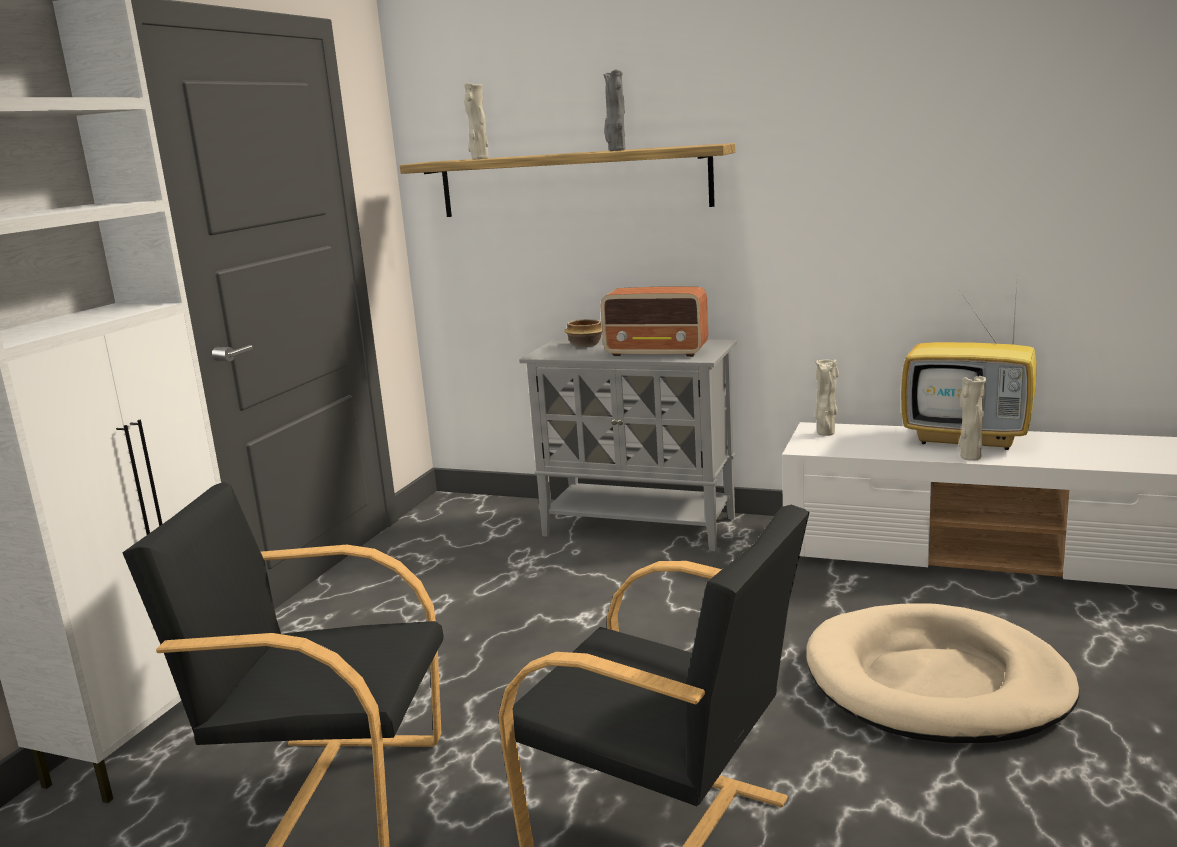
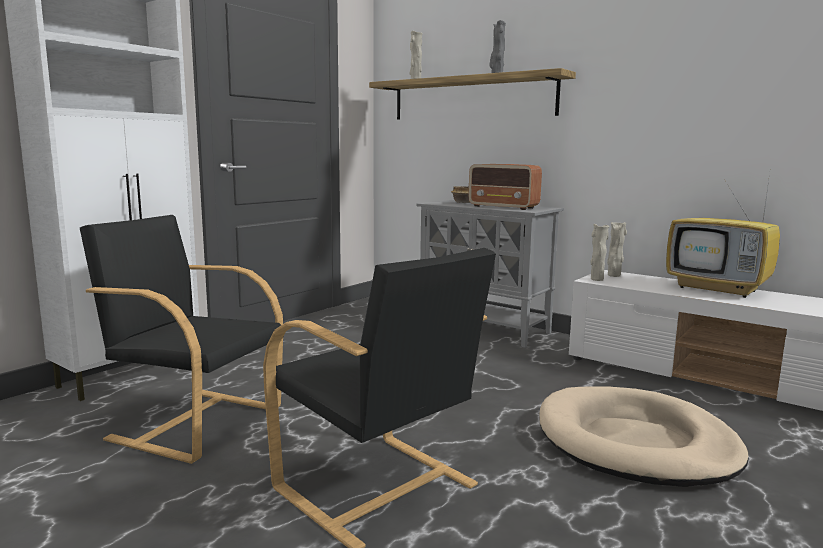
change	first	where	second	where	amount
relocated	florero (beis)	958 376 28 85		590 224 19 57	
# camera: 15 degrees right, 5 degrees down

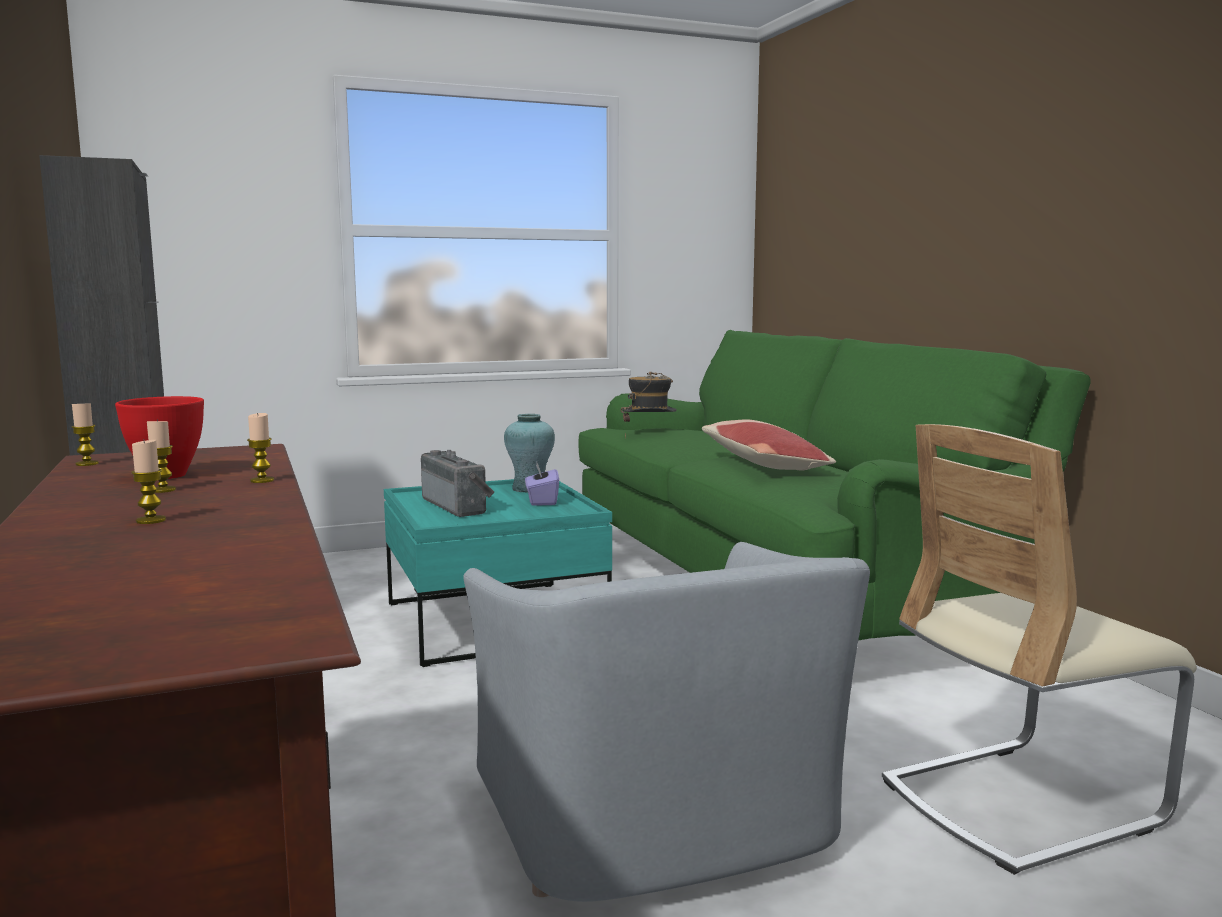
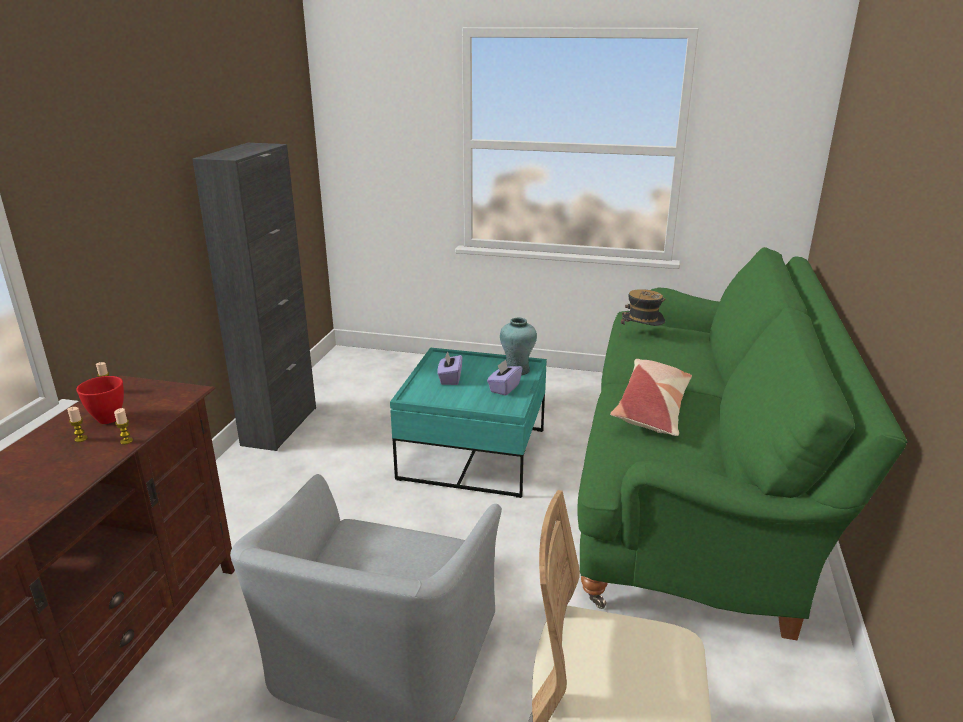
change	first	where	second	where	amount
missing	vela	131 439 35 85			
exchanged	radio	421 450 73 67	caja de pañuelos (morado)	437 351 25 34	
# camera: 35 degrees right, 15 degrees up

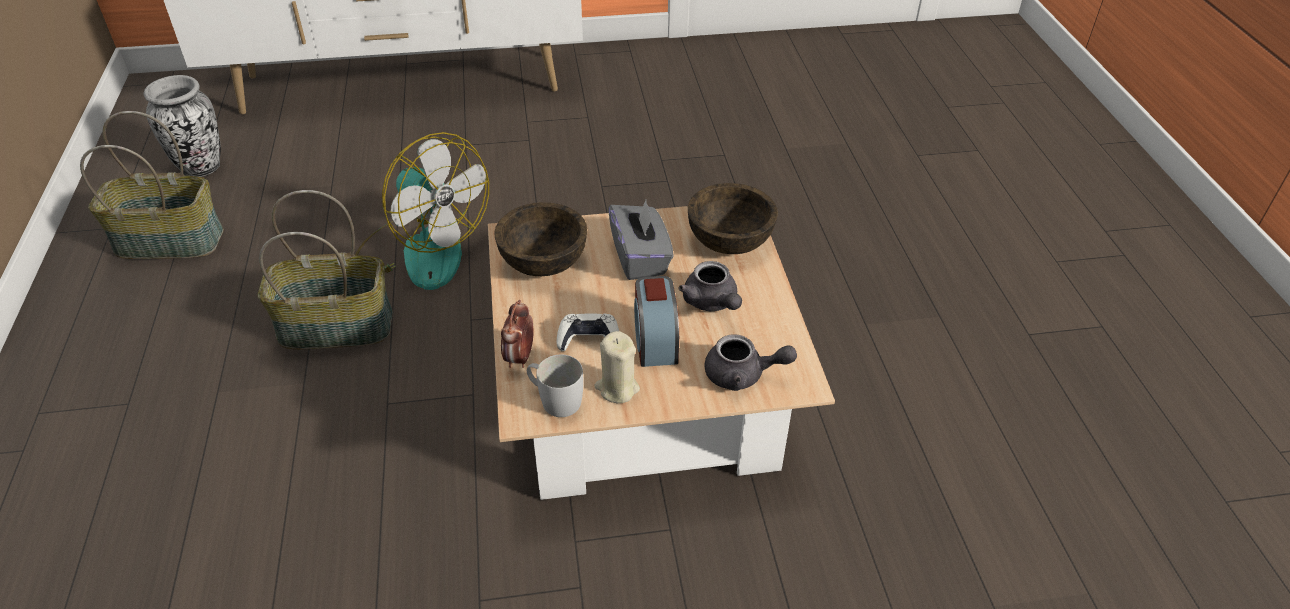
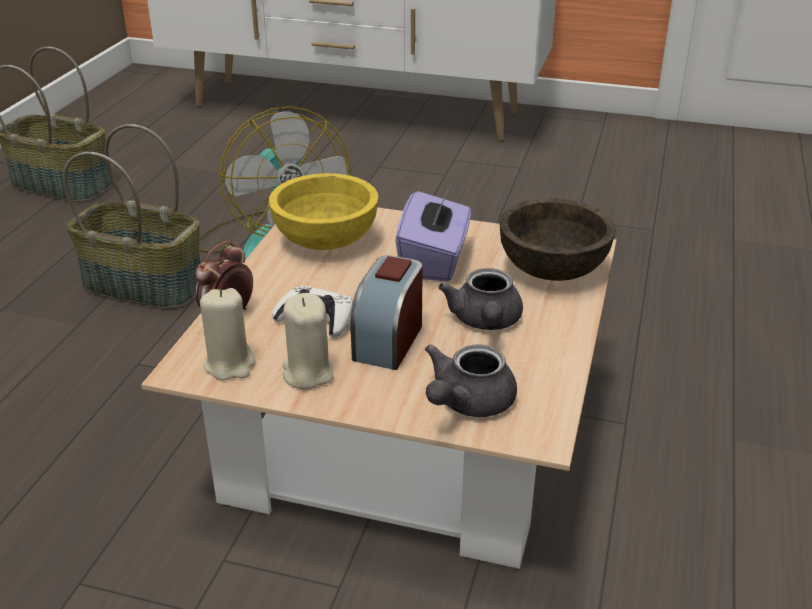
change	first	where	second	where	amount
missing	florero	144 75 77 102			
colour	caja de pañuelos (gris)	608 200 66 80	caja de pañuelos (morado)	396 186 75 96	
colour	cuenco (marrón)	494 202 93 74	cuenco (amarillo)	269 173 109 77	
spun	tetera (gris)	704 334 93 57		425 344 92 73	90 degrees clockwise
exchanged	taza grande (blanco)	527 355 56 62	vela (beis)	200 288 55 93	
# camera: 25 degrees right, 10 degrees down

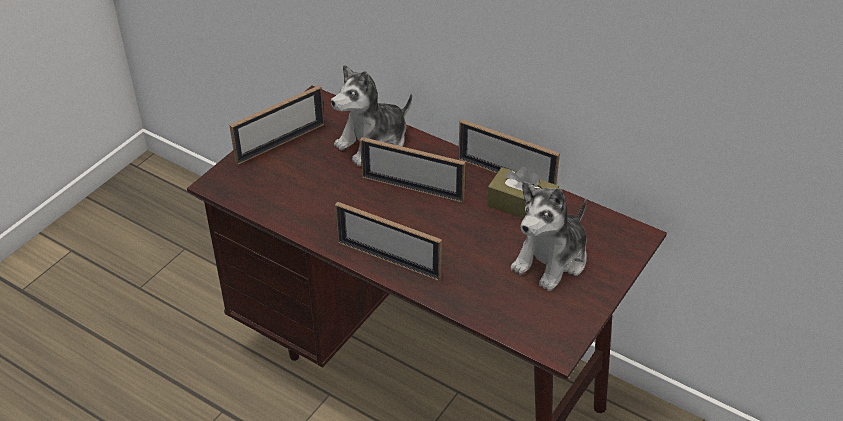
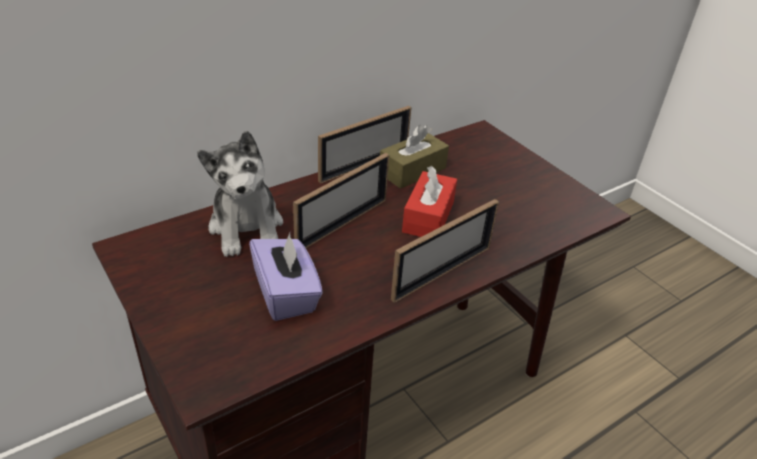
change	first	where	second	where	amount
missing	portarretratos	229 85 96 80			
missing	peluche	510 182 77 109			
appeared			caja de pañuelos (rojo)	402 166 55 71	
appeared			caja de pañuelos (morado)	249 233 74 88	
# camera: 70 degrees left, 5 degrees down

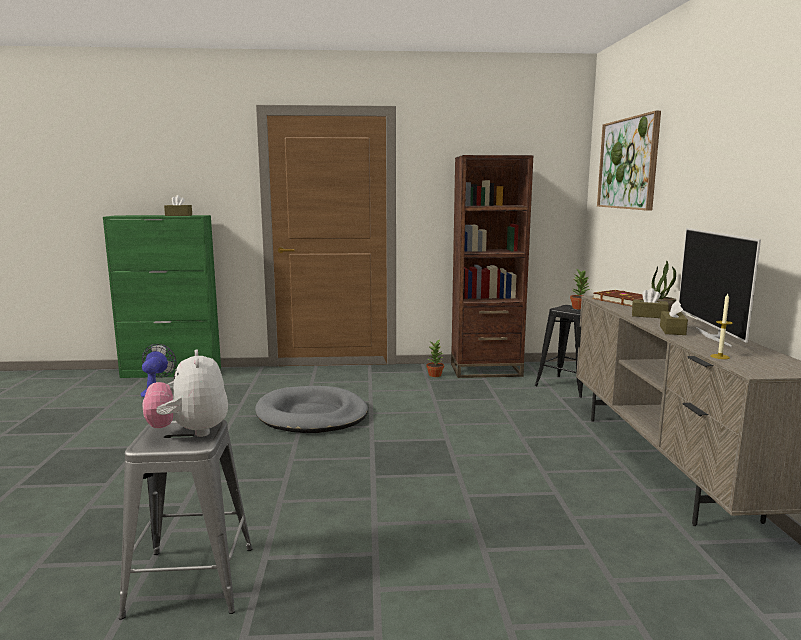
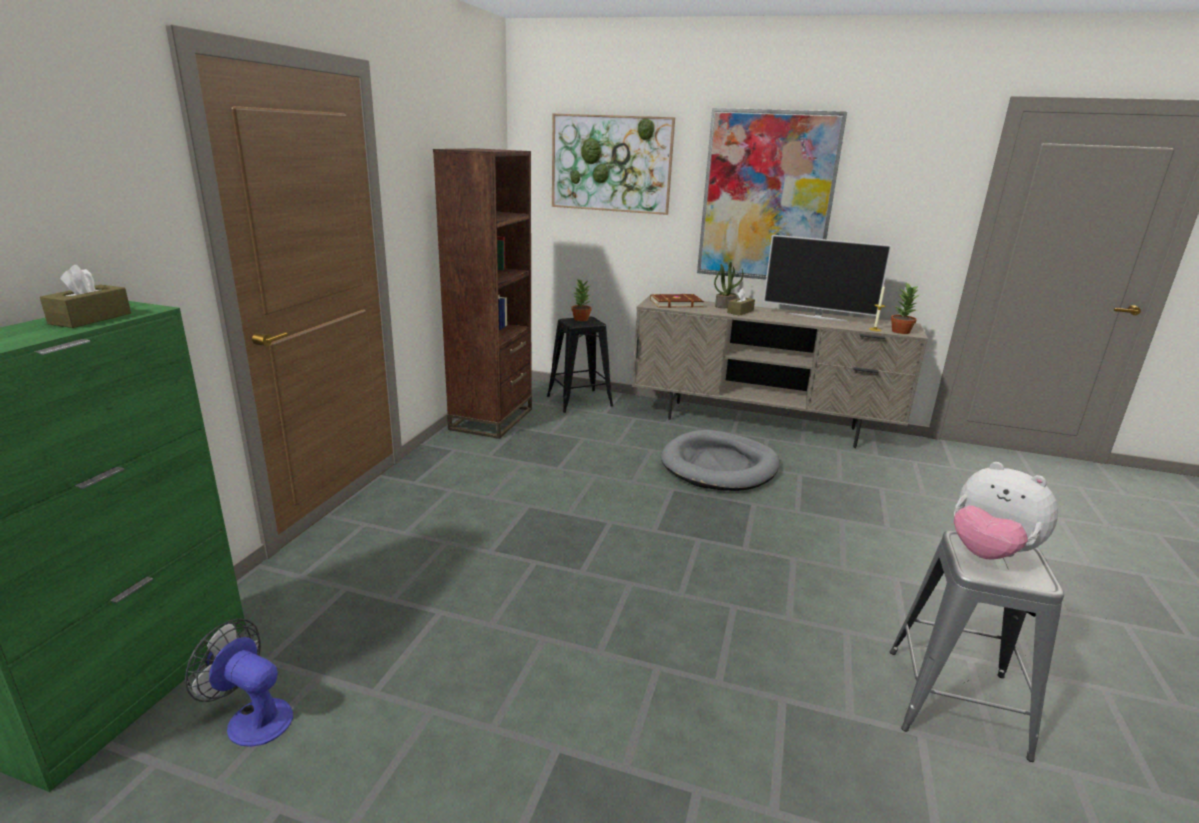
change	first	where	second	where	amount
missing	caja de pañuelos (marrón)	660 300 28 35			
relocated	planta en maceta	426 340 18 37		891 282 28 52	
spun	peluche	143 350 85 87		954 462 104 98	45 degrees clockwise
relocated	cama para perro (gris)	255 386 113 47		661 430 118 61	
appeared			cuadro	697 108 150 172	
# camera: 70 degrees left, 10 degrees up

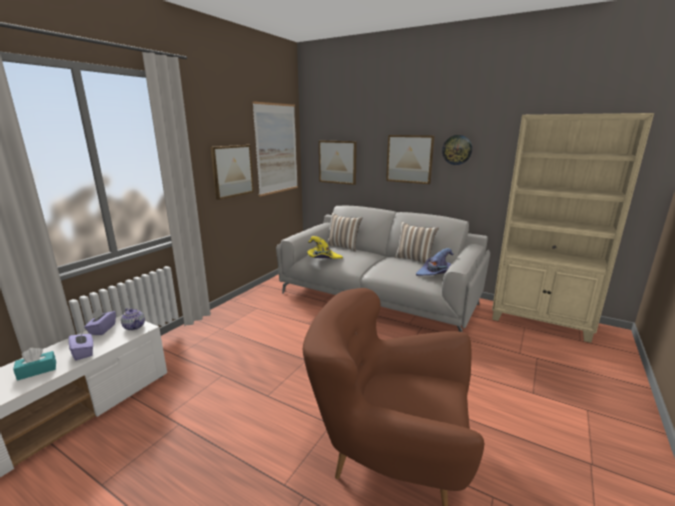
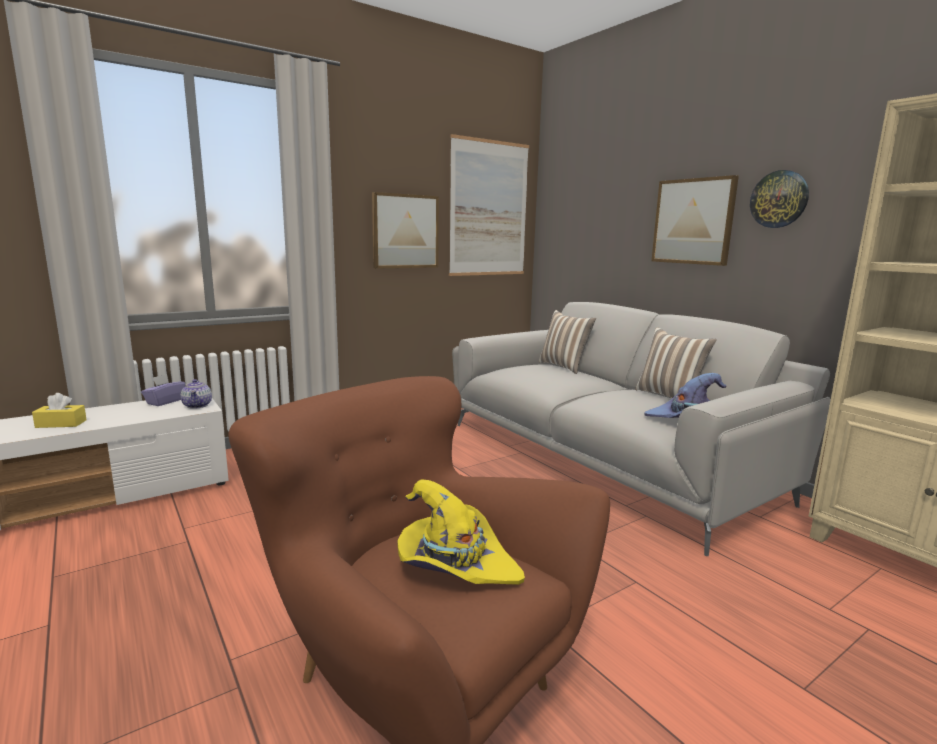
change	first	where	second	where	amount
missing	cuadro	319 141 38 44			
relocated	sombrero (amarillo)	307 236 36 23		397 479 128 106	
missing	caja de pañuelos (morado)	69 331 24 29			
colour	caja de pañuelos (turquesa)	13 348 43 33	caja de pañuelos (amarillo)	32 393 55 35	
# camera: 25 degrees right, 5 degrees down

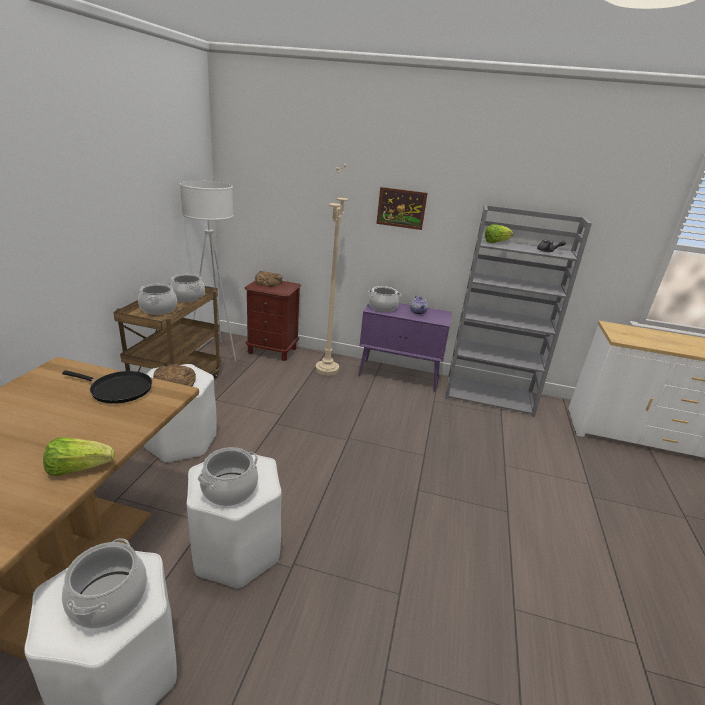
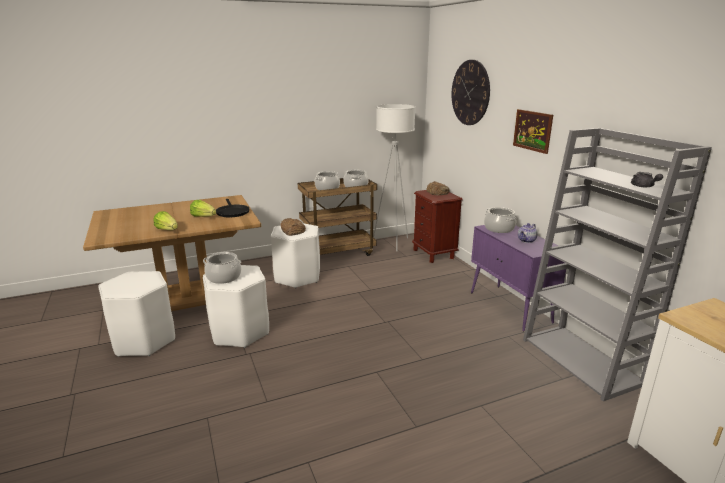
change	first	where	second	where	amount
missing	lámpara de pie (beis)	315 163 33 213			
relocated	lechuga	485 224 28 19		190 200 26 17	
missing	olla	62 538 85 91			
appeared			reloj de pared	452 60 38 65	
# camera: 55 degrees right, 5 degrees down

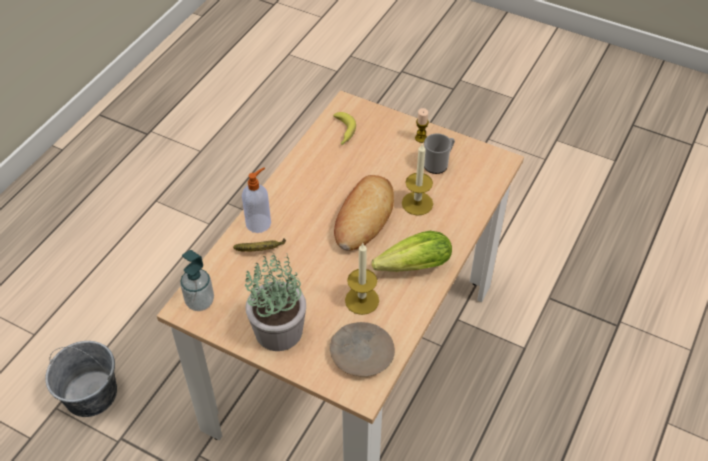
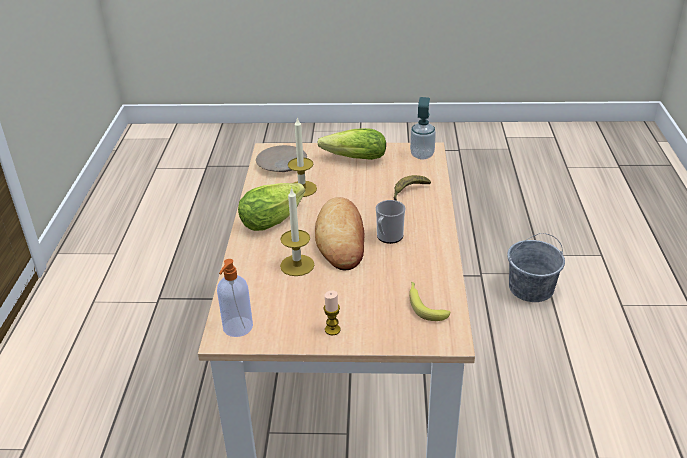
change	first	where	second	where	amount
relocated	taza grande	424 133 31 41		376 200 29 44	
relocated	dispensador de jabón	242 167 29 66		217 259 36 78	
exchanged	planta en maceta	245 252 61 99	lechuga	317 128 69 32	
# camera: 155 degrees right, 15 degrees down

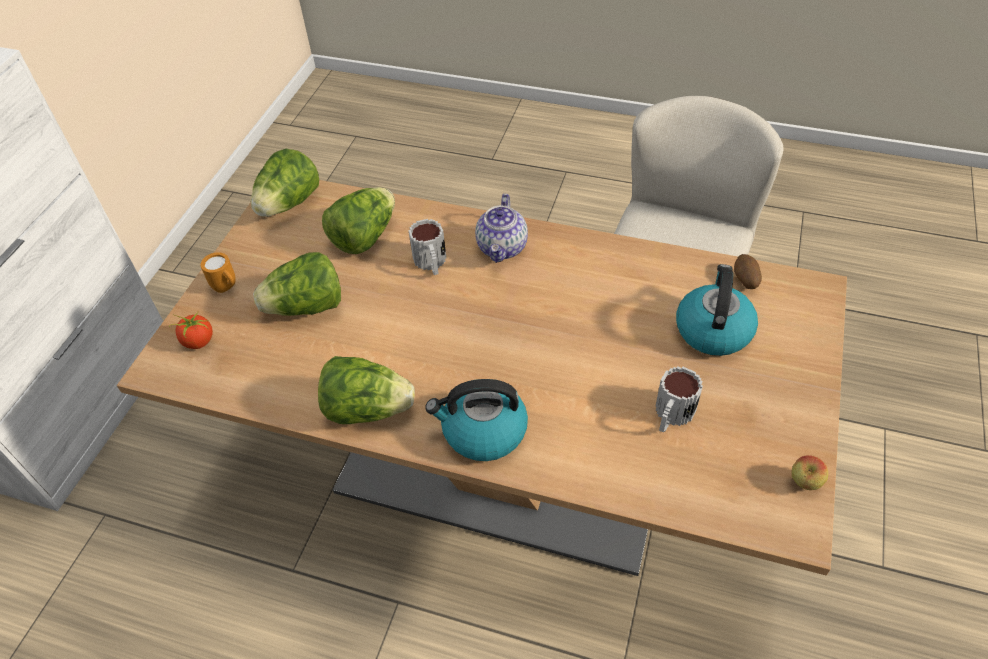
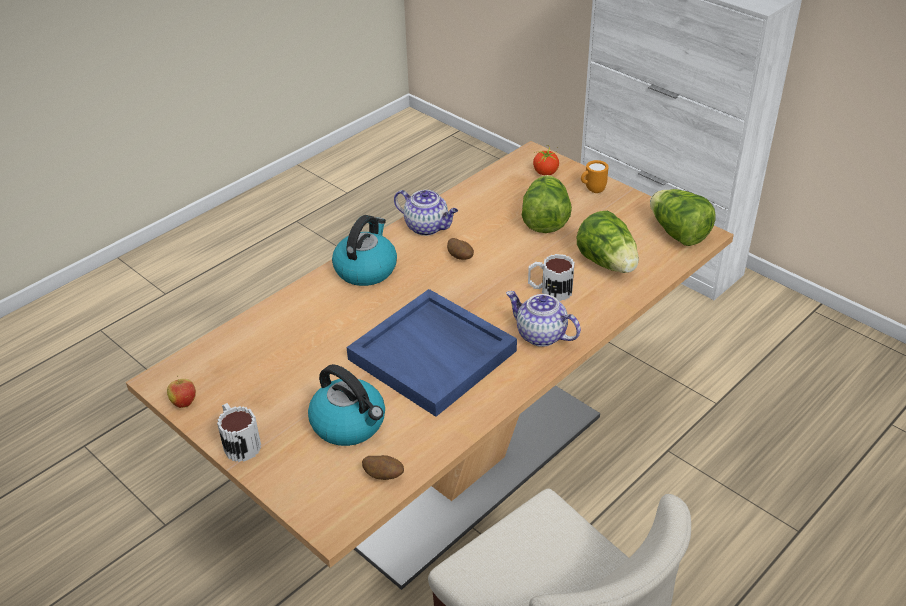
change	first	where	second	where	amount
exchanged	lechuga	318 356 97 68	tetera	394 190 64 46	
relocated	taza grande	655 366 48 67		217 403 44 59	
appeared			patata	447 238 27 22	
appeared			bandeja (azul)	347 289 170 128	
# camera: 115 degrees right, 10 degrees down

